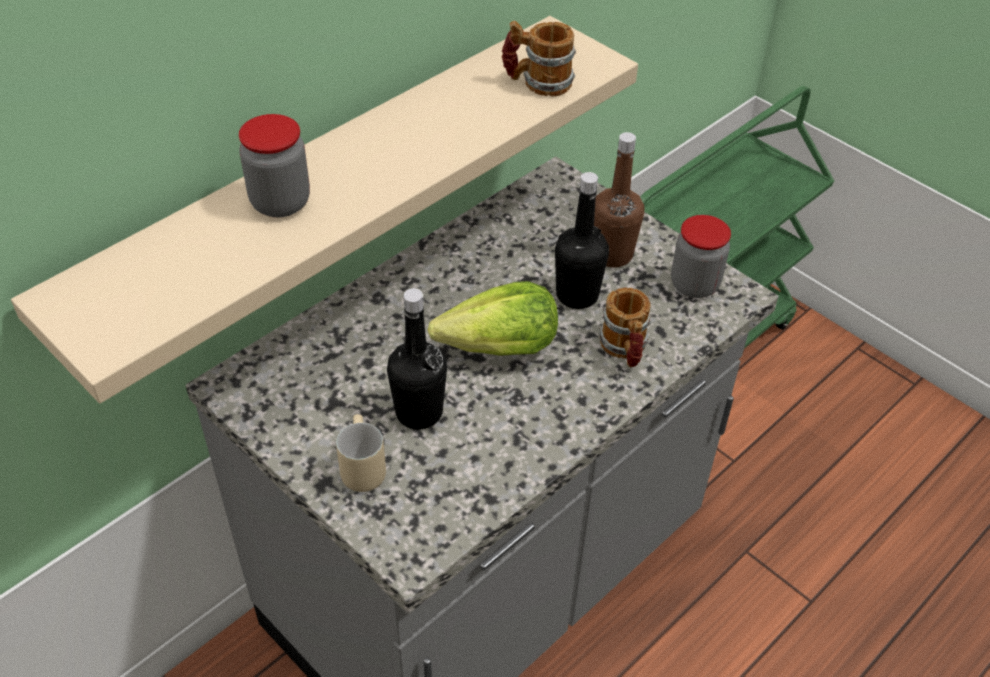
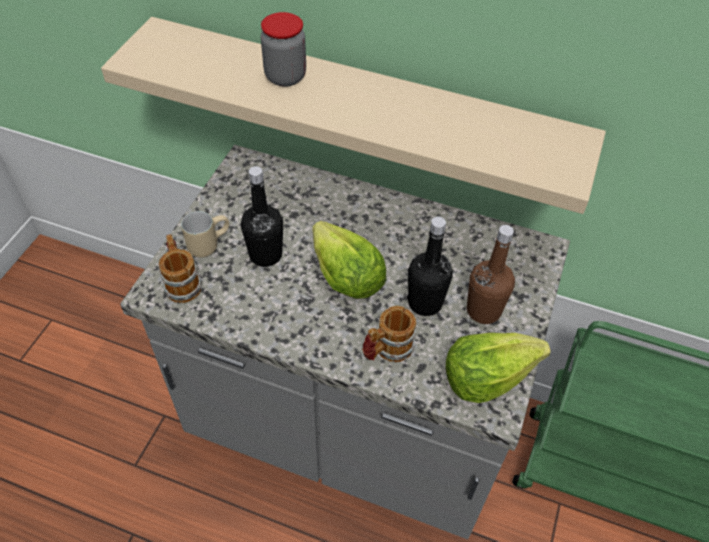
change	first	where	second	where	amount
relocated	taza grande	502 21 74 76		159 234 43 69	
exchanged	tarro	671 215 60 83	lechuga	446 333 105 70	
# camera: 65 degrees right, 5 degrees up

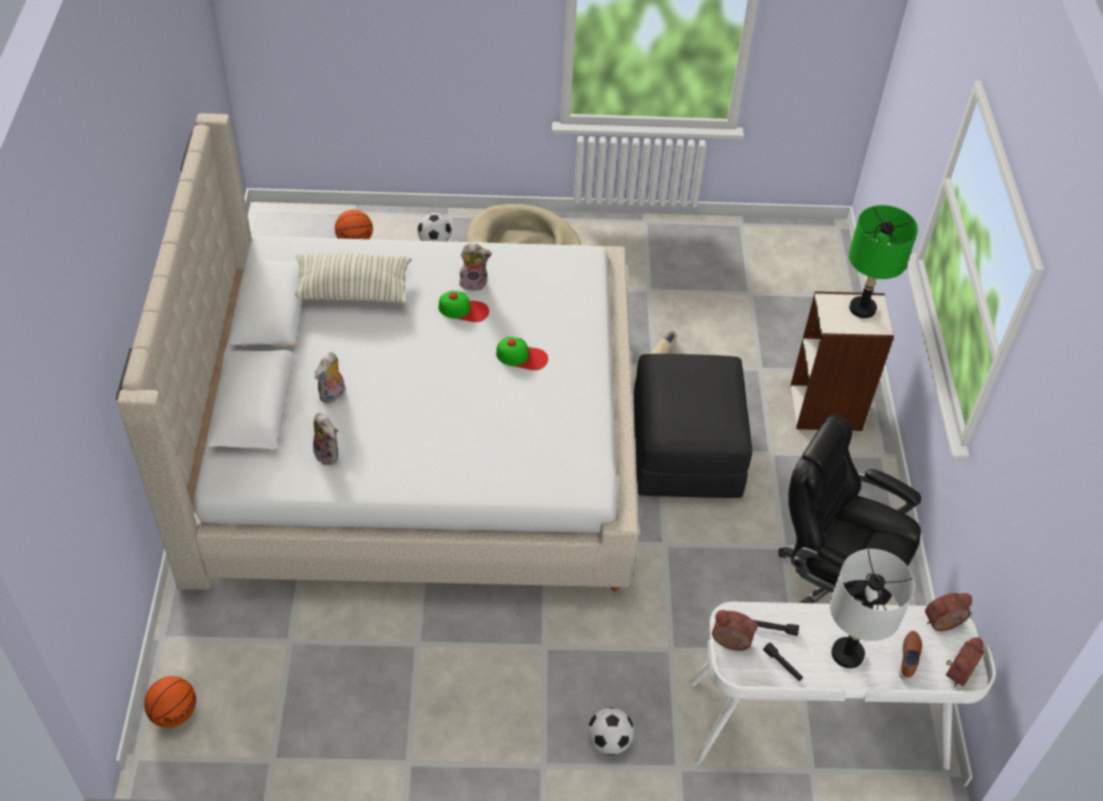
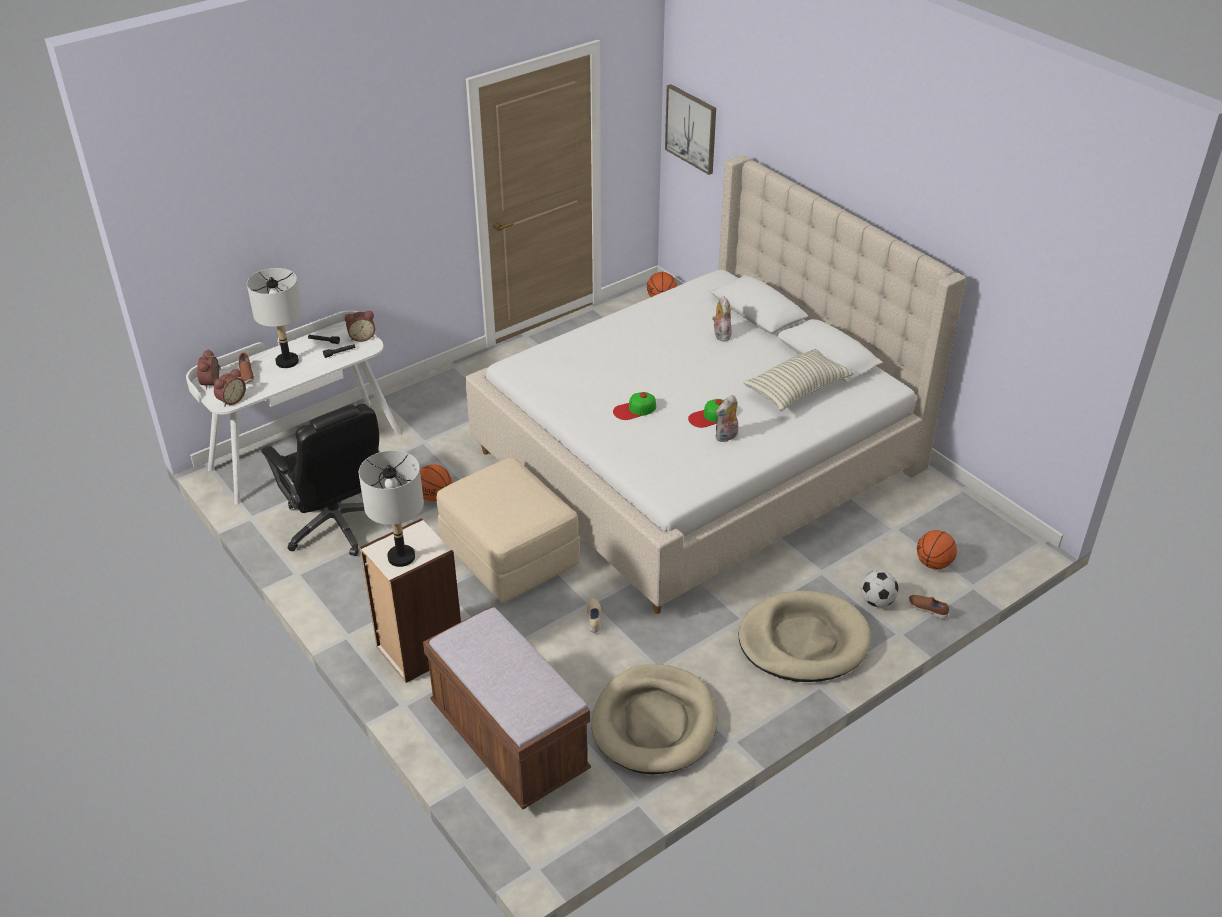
change	first	where	second	where	amount
colour	lámpara de mesa (verde)	849 205 69 113	lámpara de mesa (gris)	359 450 65 117	
colour	puf (negro)	633 354 119 144	puf (beis)	437 457 143 146	
missing	peluche	313 412 25 53			
spun	silla de oficina (negro)	778 413 144 192		261 404 119 152	60 degrees clockwise
missing	balón de fútbol	588 707 46 48			
appeared			cuadro	665 84 51 91	
appeared			balón de baloncesto	420 465 32 36	
appeared			zapato (marrón)	909 595 40 24	
appeared			banco (marrón)	423 606 168 203	
appeared			cama para perro (beis)	591 664 126 110	
# camera: 145 degrees right, 10 degrees down

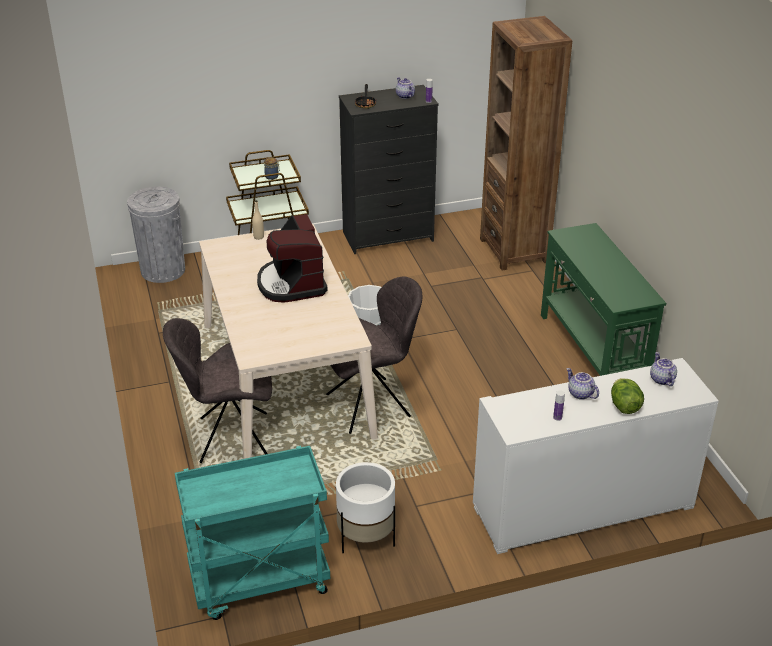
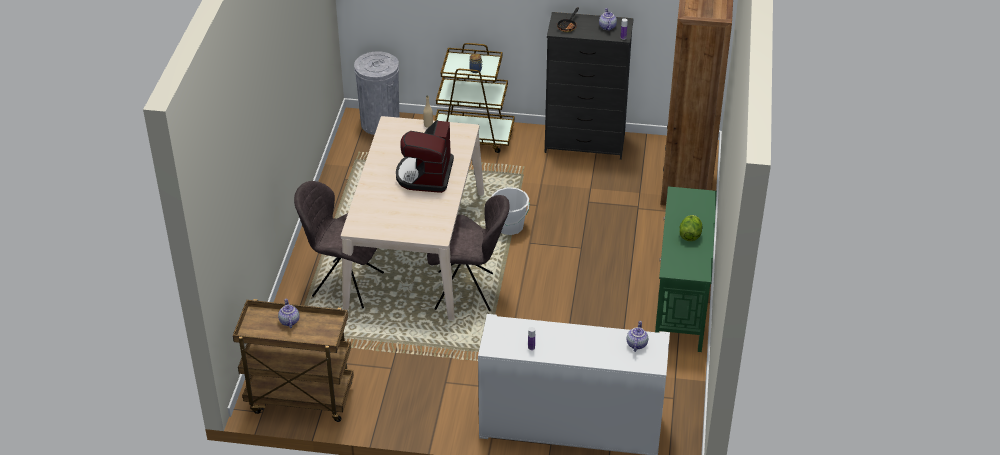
change	first	where	second	where	amount
relocated	tetera	566 368 33 32		278 299 21 29	
relocated	lechuga	611 378 33 36		680 215 23 26	
colour	carrito (turquesa)	175 446 155 174	carrito (marrón)	233 299 121 123	
missing	maceta (blanco)	336 462 59 91			
# camera: 25 degrees right, 5 degrees up

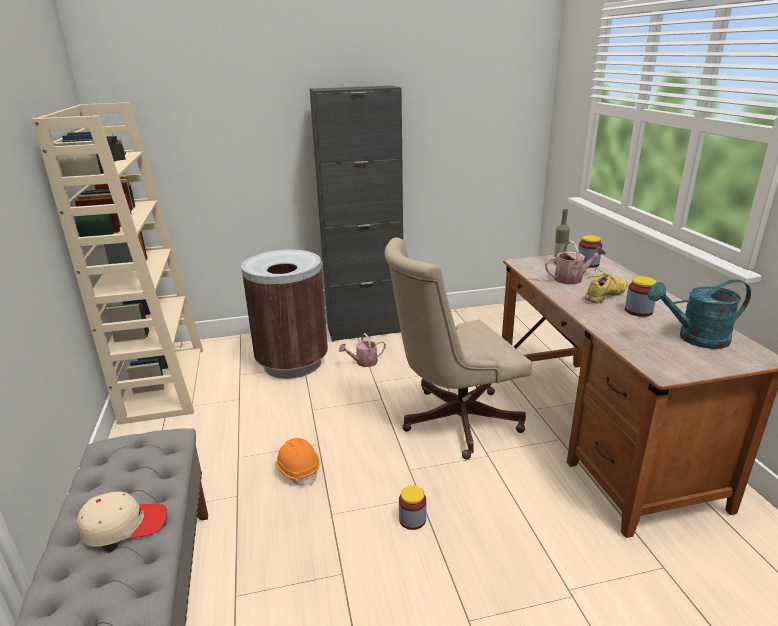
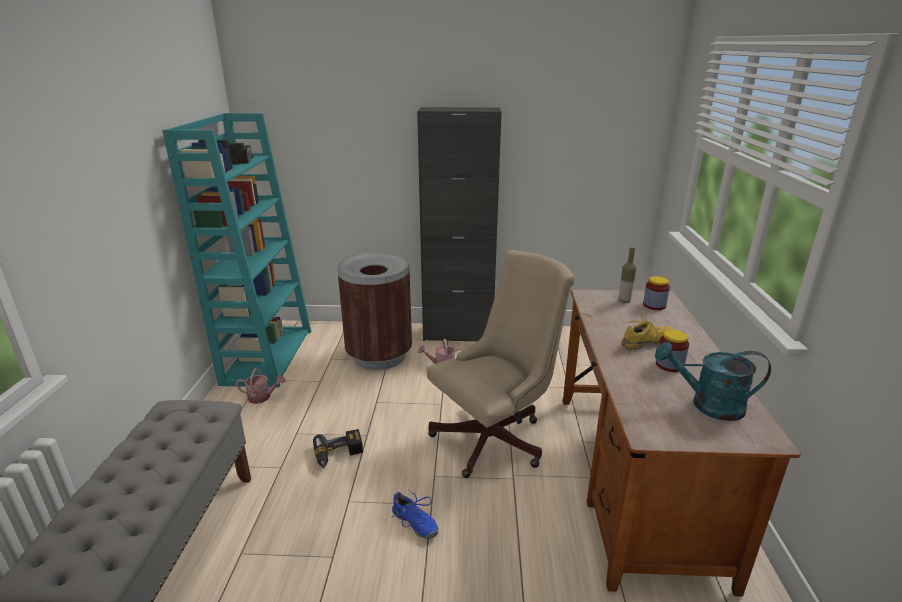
change	first	where	second	where	amount
colour	estantería (beis)	32 102 171 323	estantería (turquesa)	162 113 149 275	
spun	silla de oficina (beis)	384 238 148 222		427 250 148 228	150 degrees clockwise
relocated	regadera	545 240 61 45		236 368 50 36	
exchanged	casco (naranja)	275 438 45 48	taladro	313 429 50 40	
exchanged	tarro	399 485 27 45	zapato (azul)	392 489 47 50	
missing	gorra (beis)	77 491 90 55			
# camera: 15 degrees right, 0 degrees up

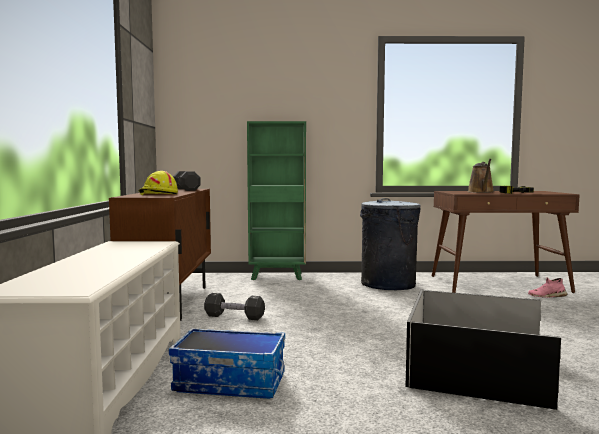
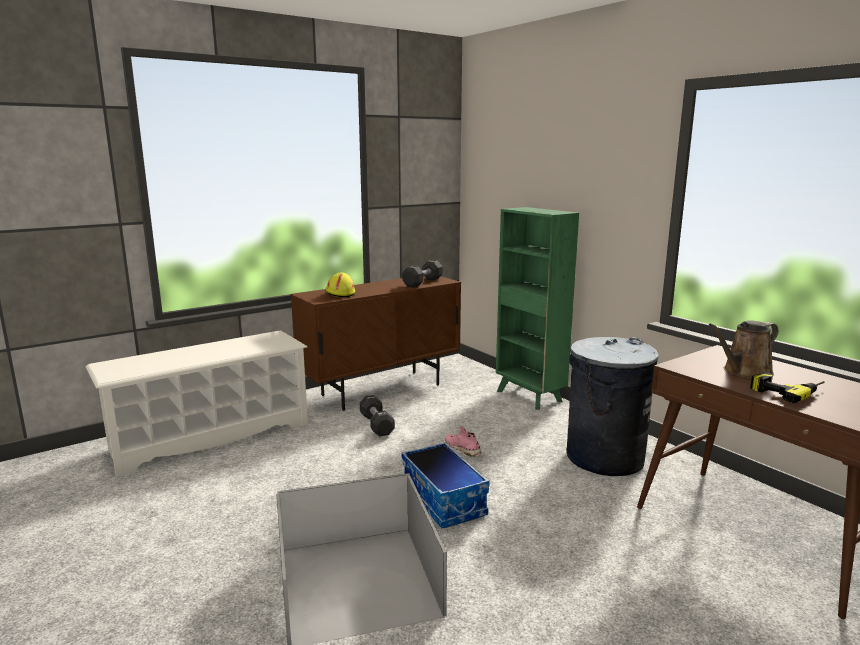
change	first	where	second	where	amount
relocated	zapato (rosa)	528 277 40 21		445 427 37 30	
relocated	caja de almacenaje	169 328 116 71		401 442 89 86	
# camera: 55 degrees right, 10 degrees up

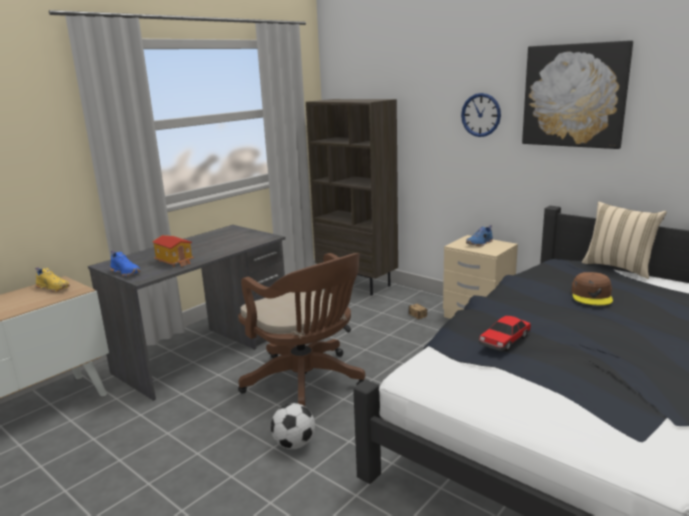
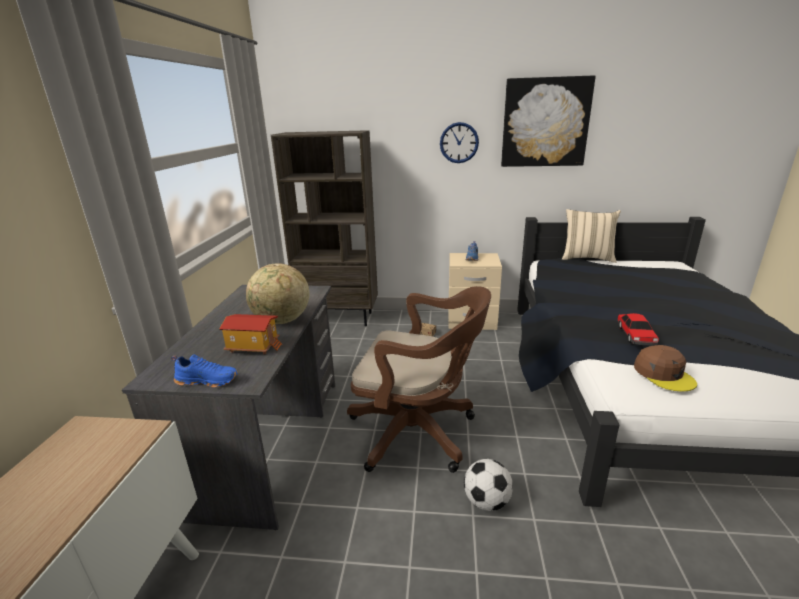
change	first	where	second	where	amount
missing	zapato (amarillo)	35 267 35 25			
relocated	gorra (marrón)	571 272 42 33		634 345 63 46	
appeared			globo terráqueo	246 263 64 61	
# camera: 35 degrees left, 5 degrees up

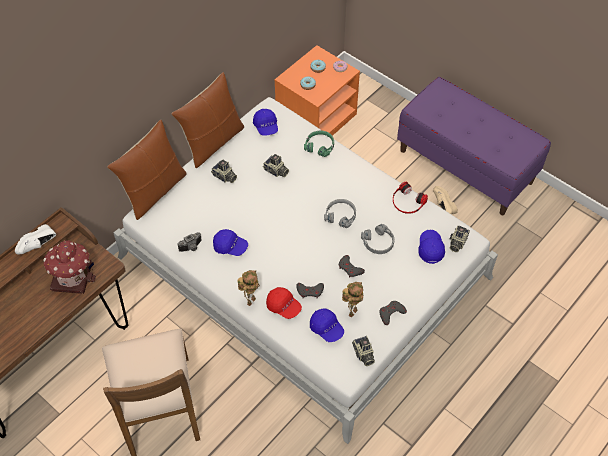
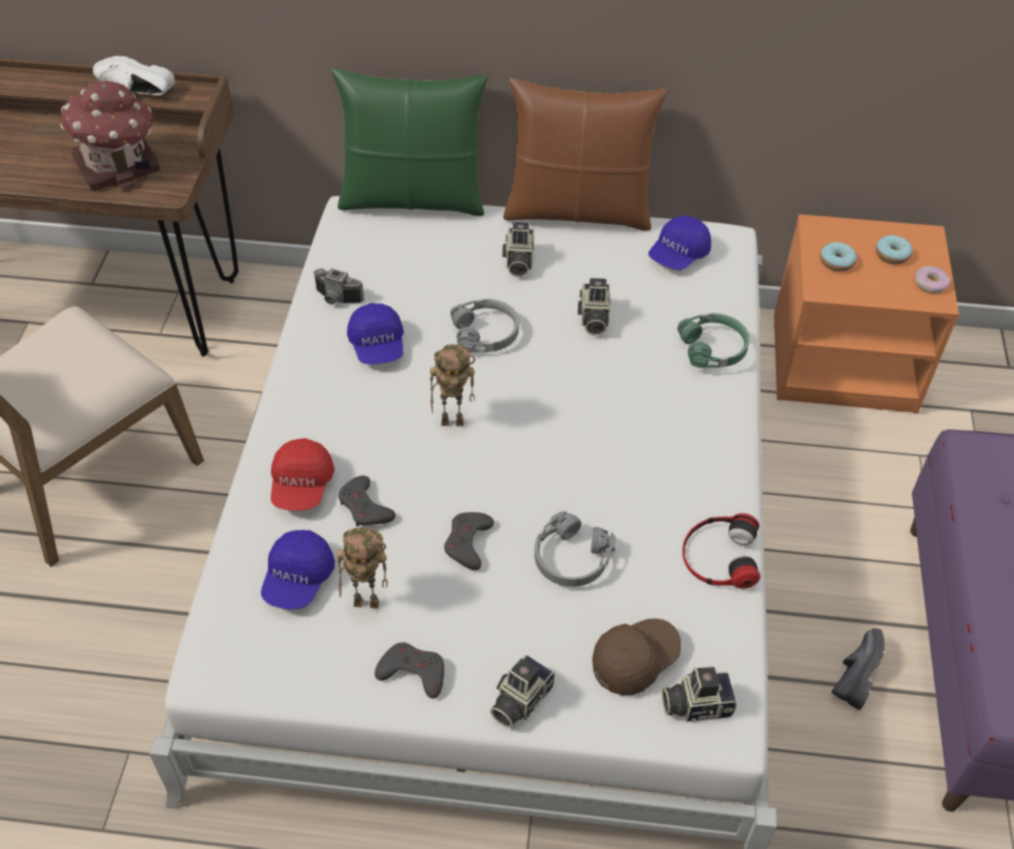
change	first	where	second	where	amount
colour	cojín (marrón)	107 119 80 101	cojín (verde)	332 69 155 147	
colour	zapato (beis)	433 186 25 28	zapato (negro)	831 628 54 82	
relocated	auriculares (gris)	324 199 32 29		450 299 69 54	
colour	gorra (azul)	418 230 27 34	gorra (marrón)	592 619 89 77	
relocated	robot de juguete	237 270 23 36		430 344 45 82	
relocated	cámara	352 336 23 30		490 655 65 73	
# camera: 55 degrees right, 5 degrees down

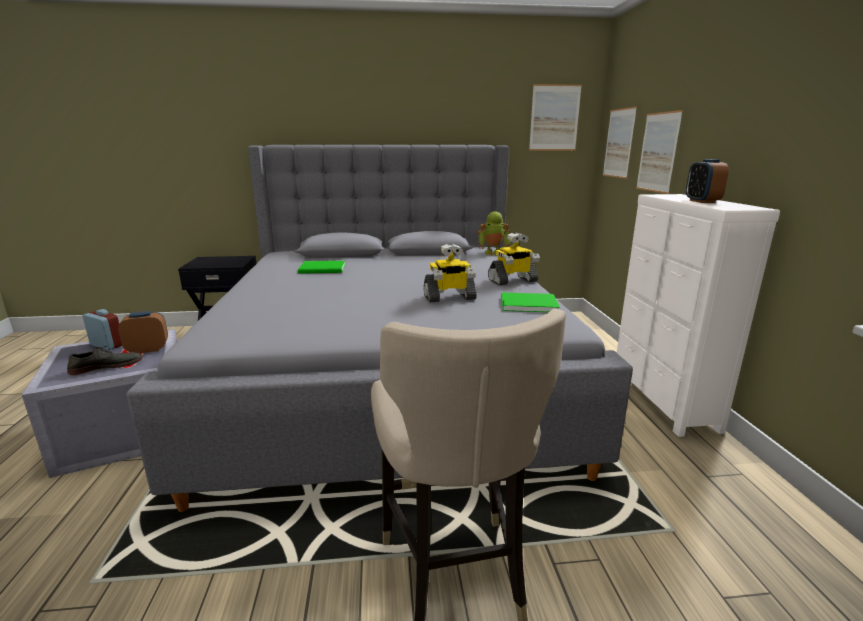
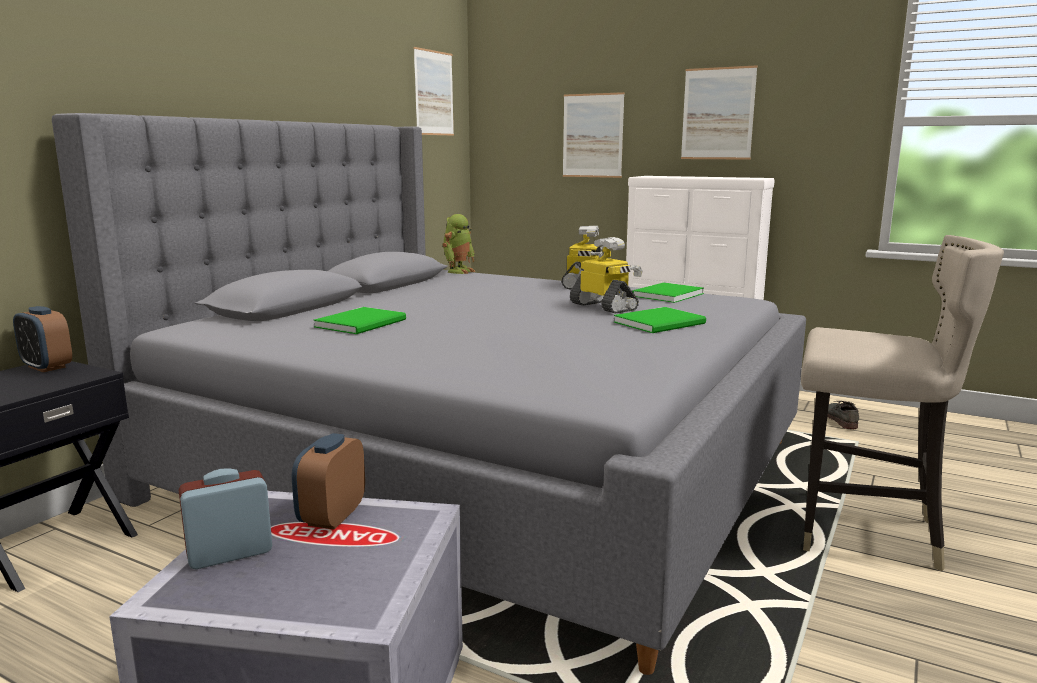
change	first	where	second	where	amount
relocated	cuadro	603 106 34 73		681 65 76 95	
relocated	despertador	686 159 43 44		13 306 59 66	
spun	robot de juguete	424 244 53 58		570 237 73 76	60 degrees counterclockwise
relocated	zapato (gris)	67 346 76 29		827 401 32 28	
appeared			libro (verde)	614 307 92 26	
# camera: 55 degrees left, 5 degrees down

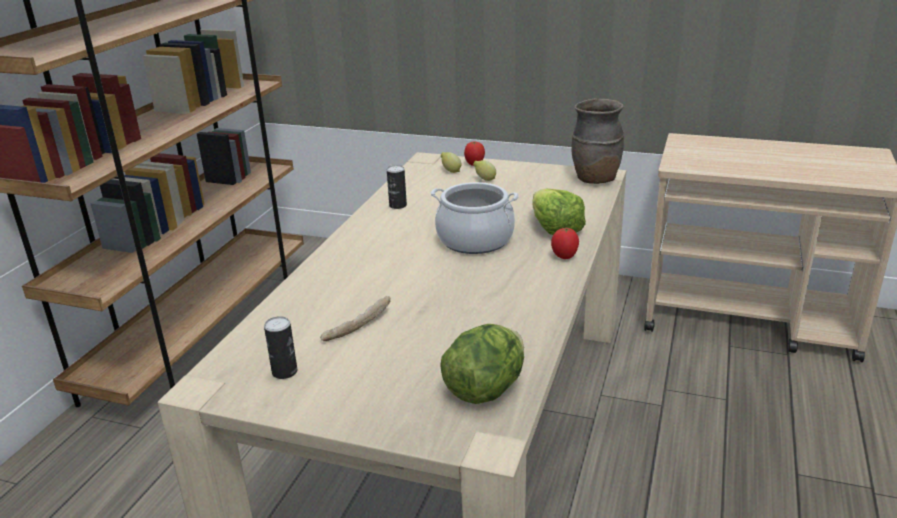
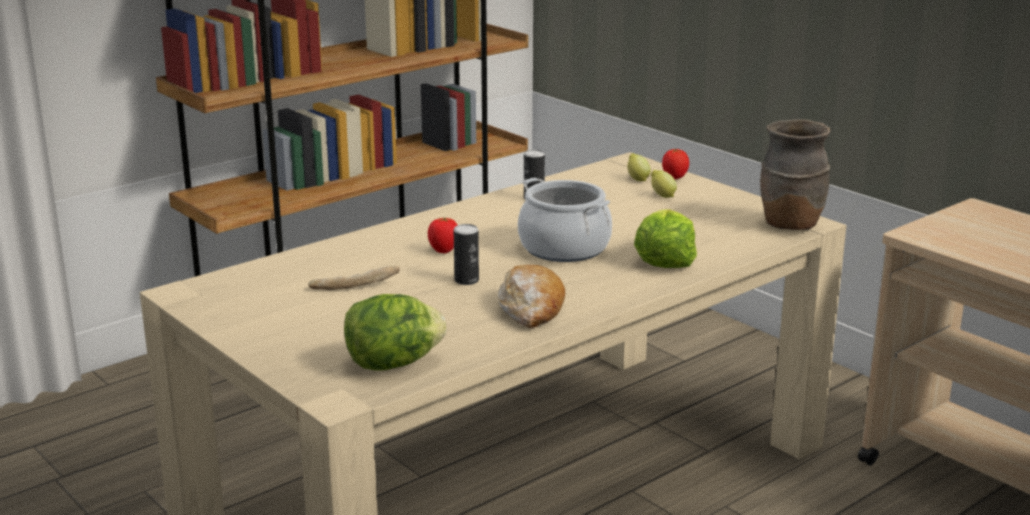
change	first	where	second	where	amount
relocated	tomate	551 228 28 31		428 217 29 36	
relocated	lata	264 316 34 63		454 224 25 61	
appeared			pan	498 265 67 63	
# camera: 30 degrees right, 5 degrees down

